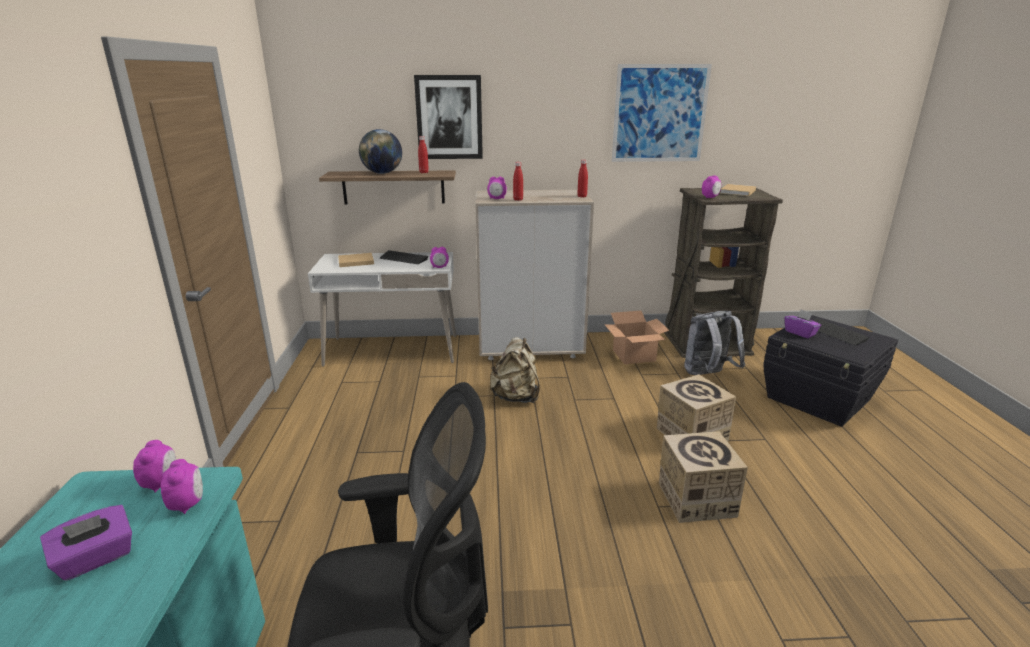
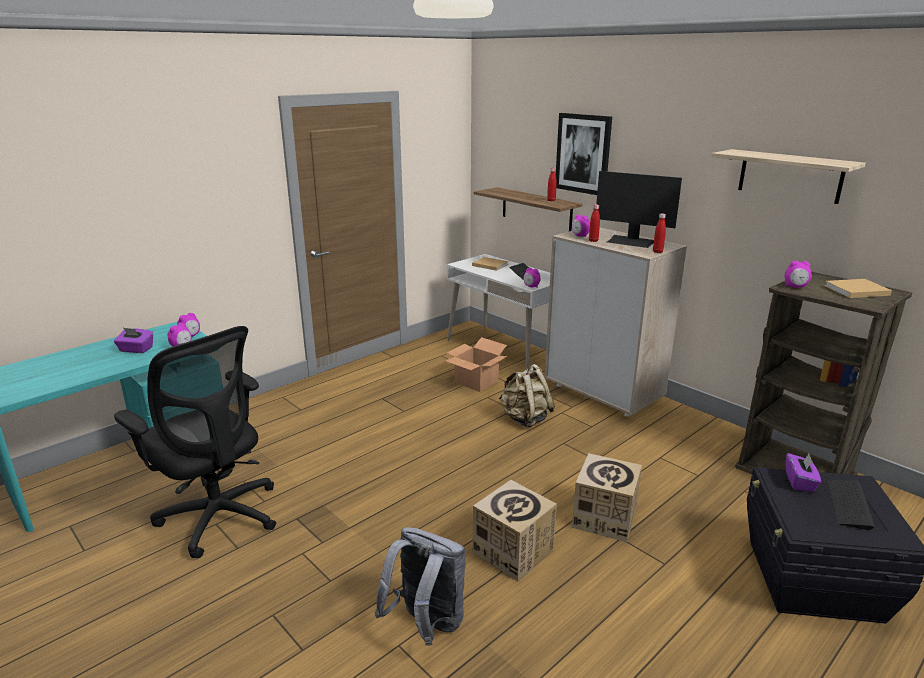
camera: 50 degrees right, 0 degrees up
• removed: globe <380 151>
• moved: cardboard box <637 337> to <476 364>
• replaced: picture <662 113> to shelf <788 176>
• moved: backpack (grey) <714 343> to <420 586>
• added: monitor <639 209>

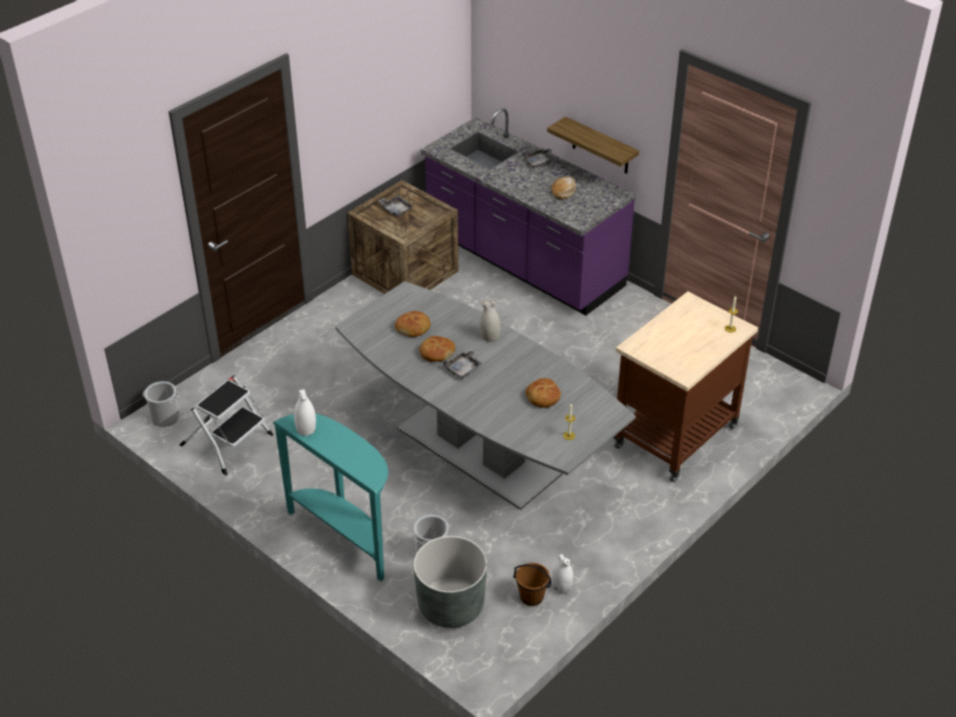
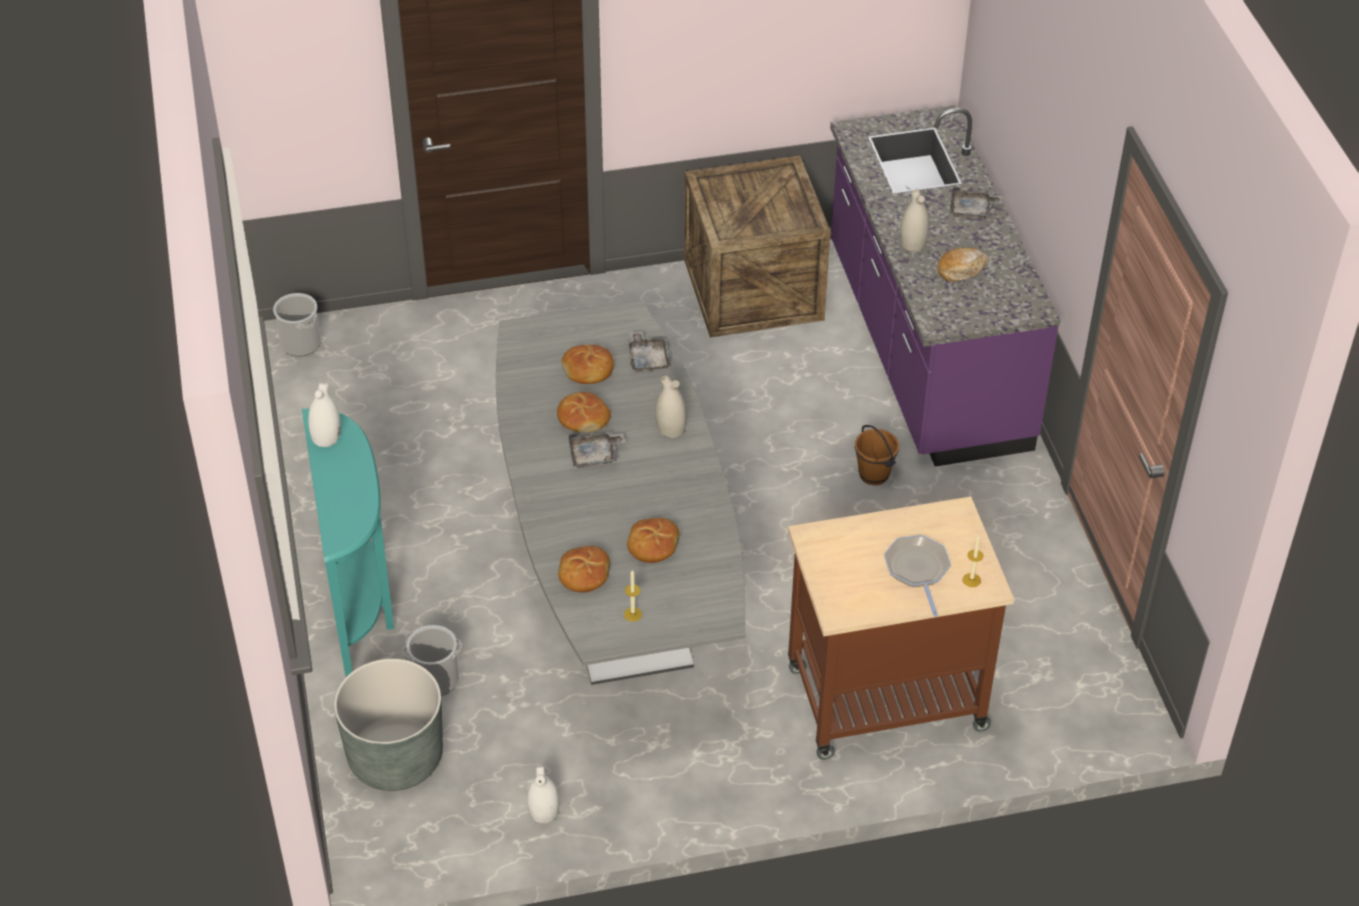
camera: 35 degrees right, 5 degrees up
• removed: step ladder <226 425>
• moved: tray (grey) <396 206> to <649 351>
• moved: bucket (brown) <532 584> to <877 455>
• removed: shelf <593 145>
• added: bread <584 569>
• added: frying pan <917 576>
• added: vase (white) <914 220>

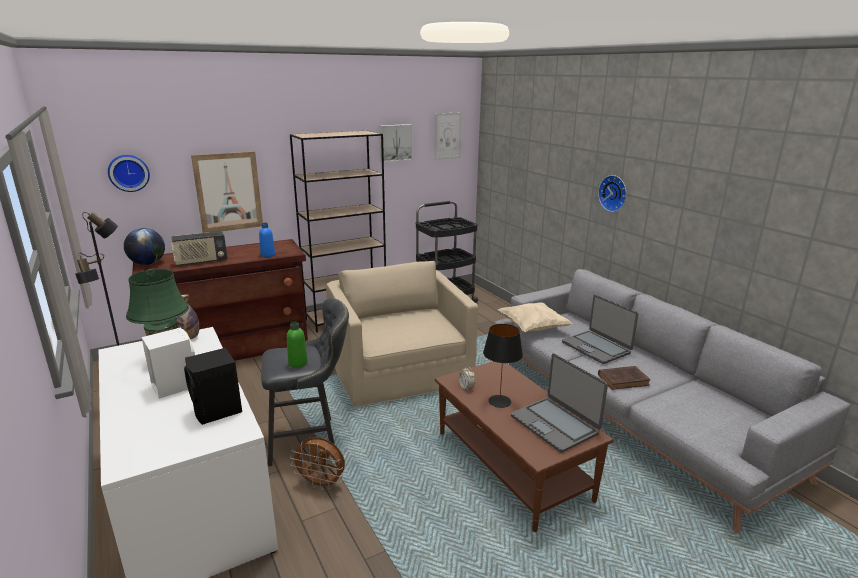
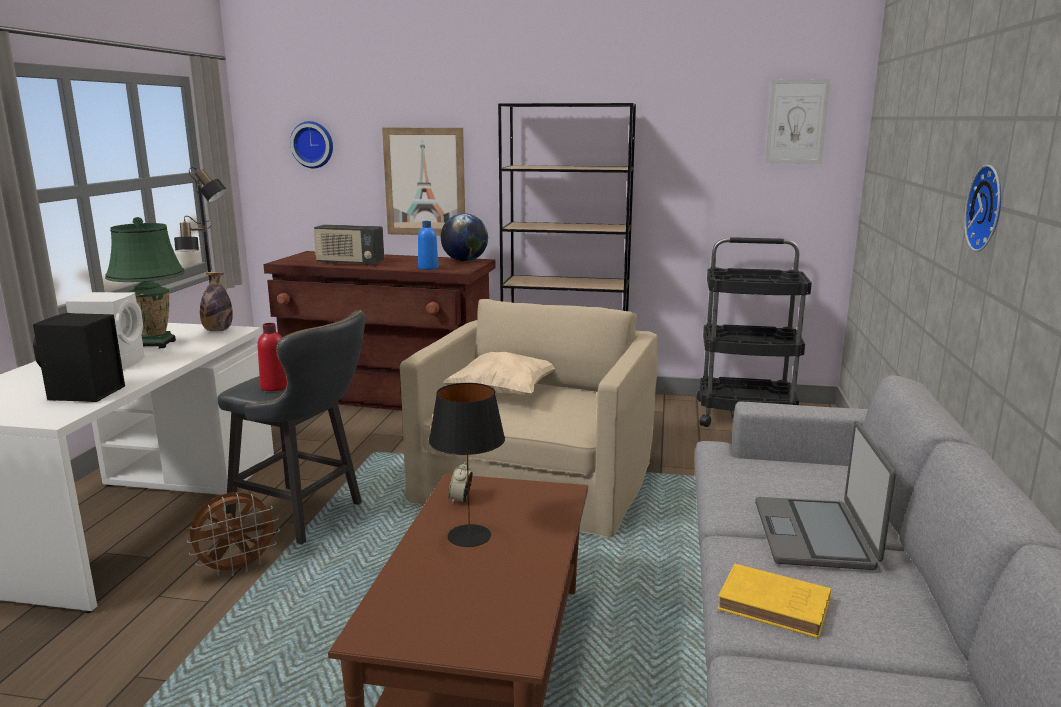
camera: 40 degrees right, 5 degrees down
• moved: globe <144 246> to <464 237>
• recoloured: bottle (green) <297 345> to bottle (red) <272 357>
• turned: fan (brown) <317 464> = <233 534> 90 degrees counterclockwise
• removed: picture <396 143>
• moved: pillow (beige) <535 317> to <499 374>
• removed: laptop <559 403>
• recoloured: book (brown) <624 378> to book (yellow) <774 601>

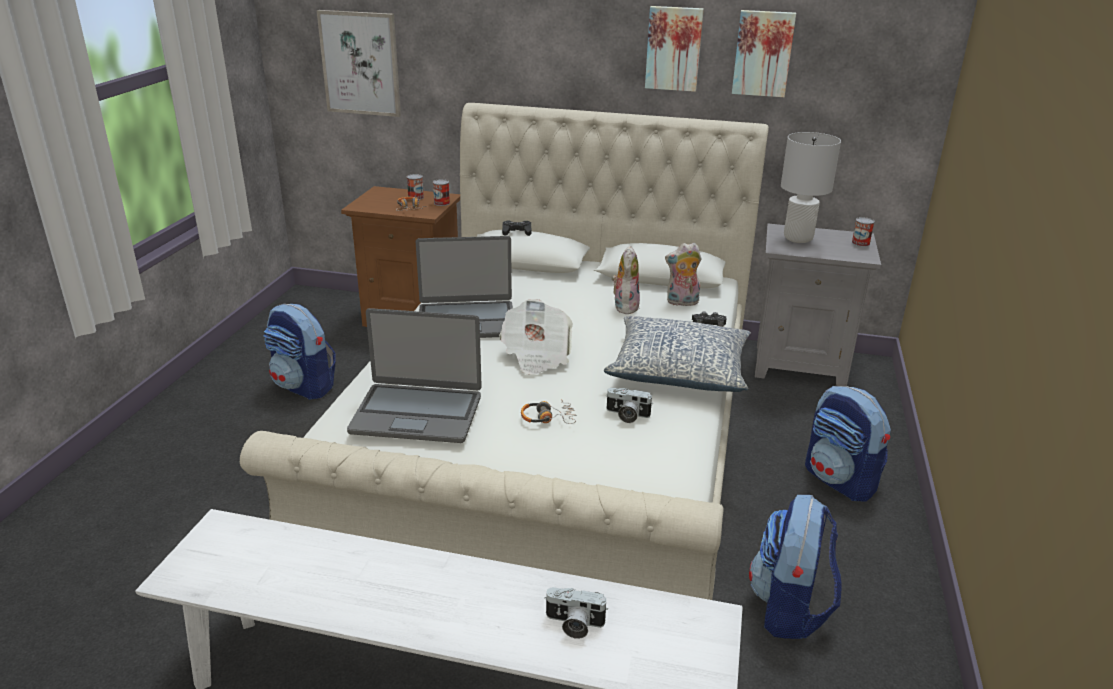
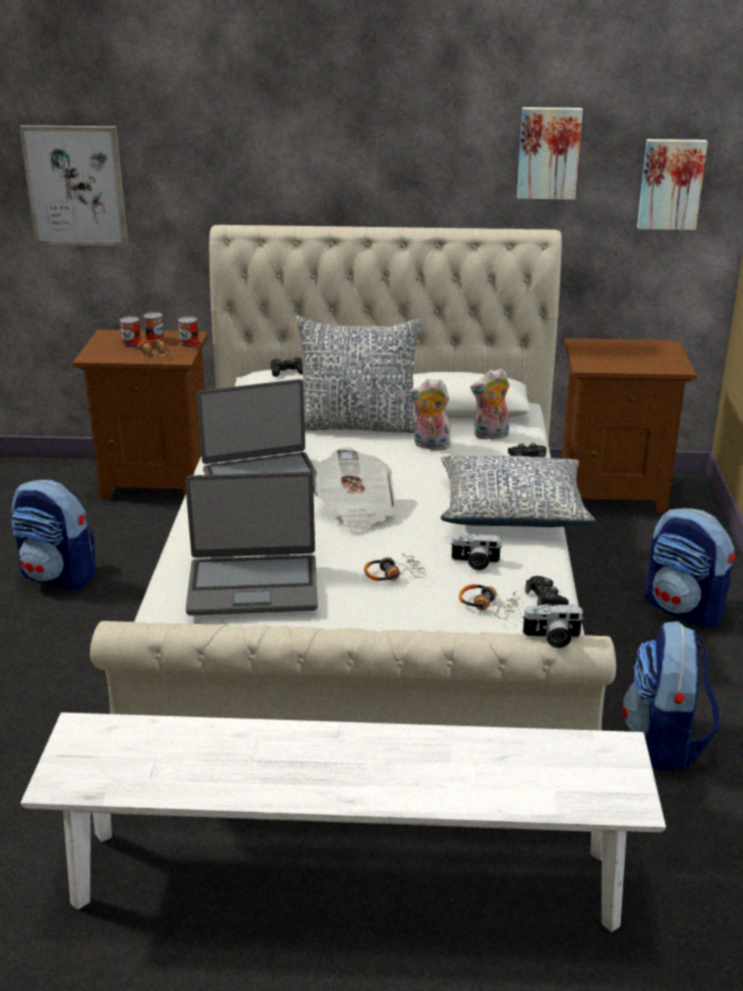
camera: 10 degrees left, 0 degrees up
• moved: photo camera <576 613> to <553 626>
• turned: plush toy <626 280> = <430 414> 75 degrees counterclockwise
• moved: picture <674 49> to <672 184>
• recoloured: nightstand (grey) <818 305> to nightstand (brown) <629 425>
• removed: table lamp (grey) <811 187>
• moved: can <863 232> to <130 332>
• added: pillow <358 374>
• added: headphones <489 601>
• added: game controller (black) <547 591>

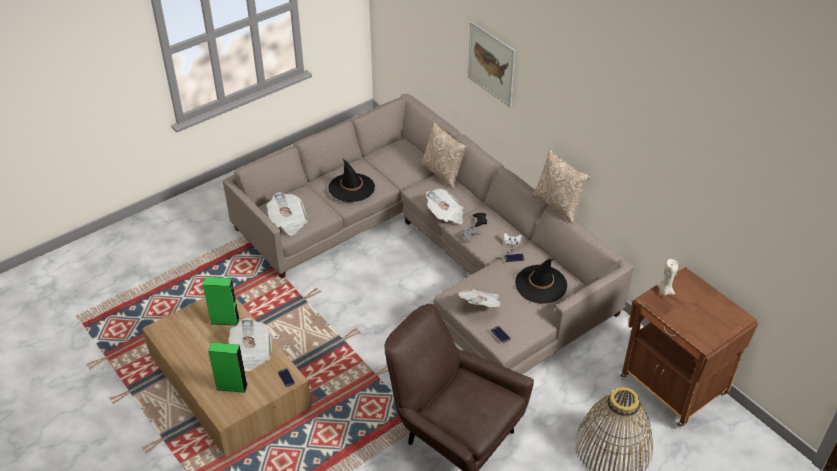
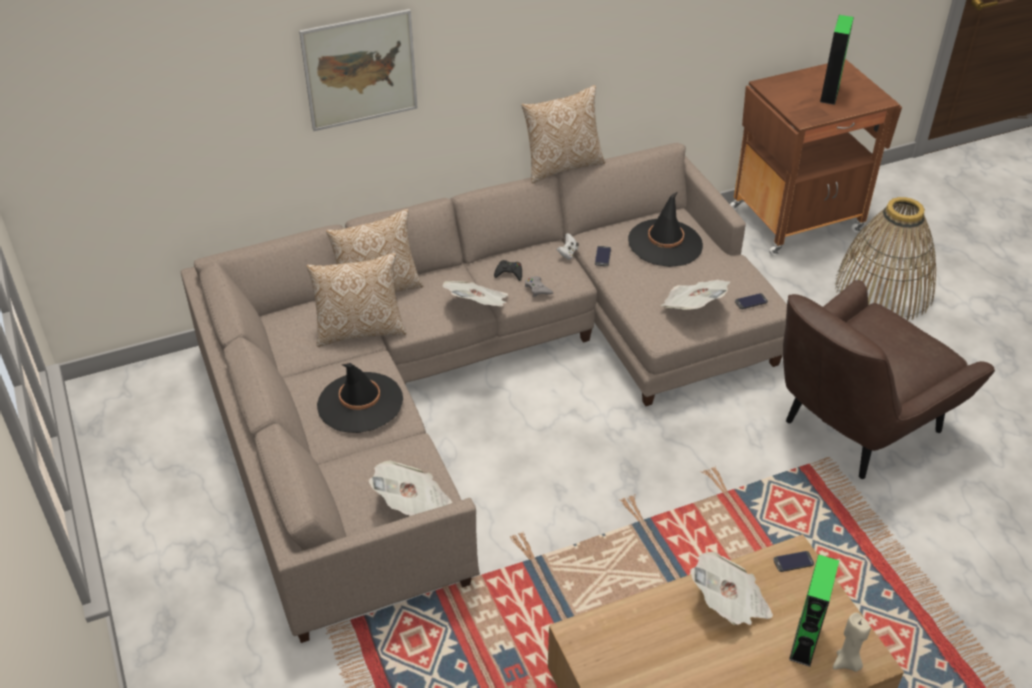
camera: 75 degrees left, 0 degrees up
• moved: speaker (green) <221 301> to <837 60>
• moved: candle (beige) <667 277> to <852 642>
• added: pillow <356 300>

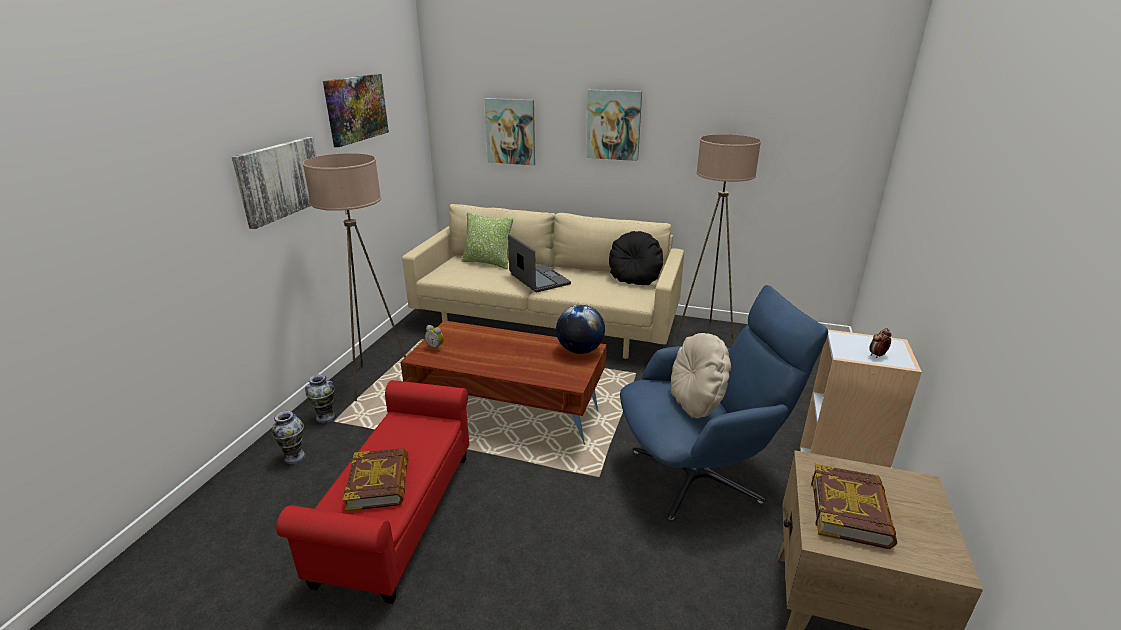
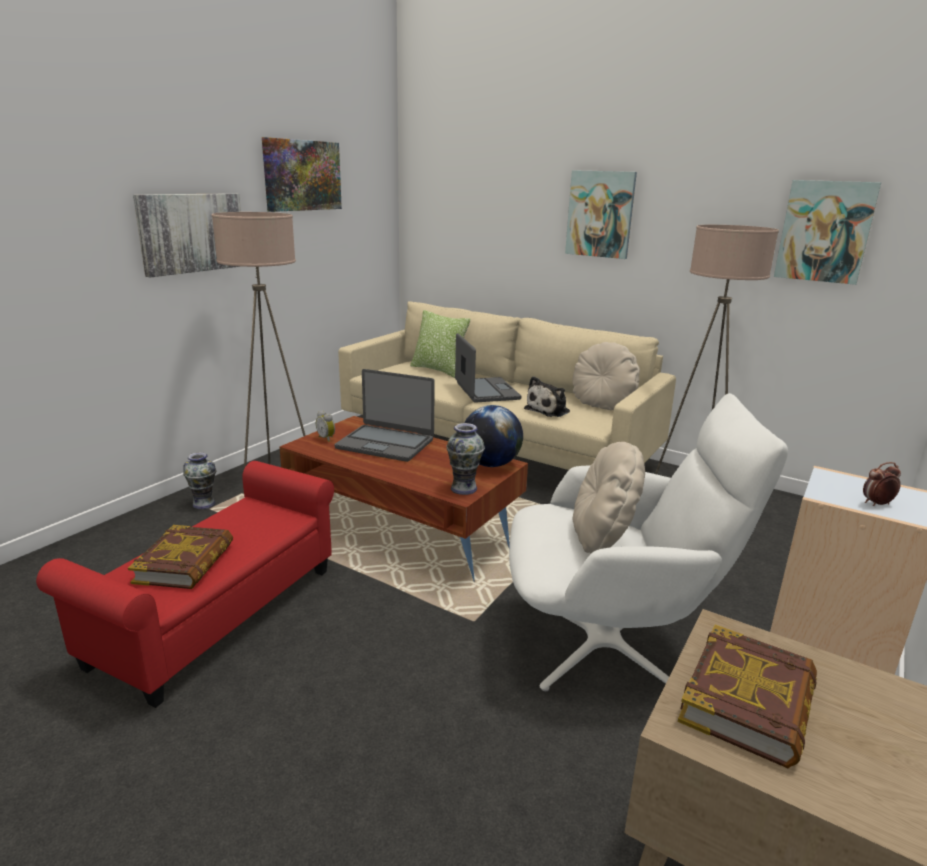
camera: 15 degrees right, 5 degrees down
• moved: vase <289 438> to <465 459>
• moved: picture <510 132> to <827 232>
• recoloured: pillow (black) <636 258> to pillow (beige) <606 376>
• recoloured: armchair (blue) <724 402> to armchair (white) <648 542>
• added: laptop <385 415>
• added: plush toy <547 396>

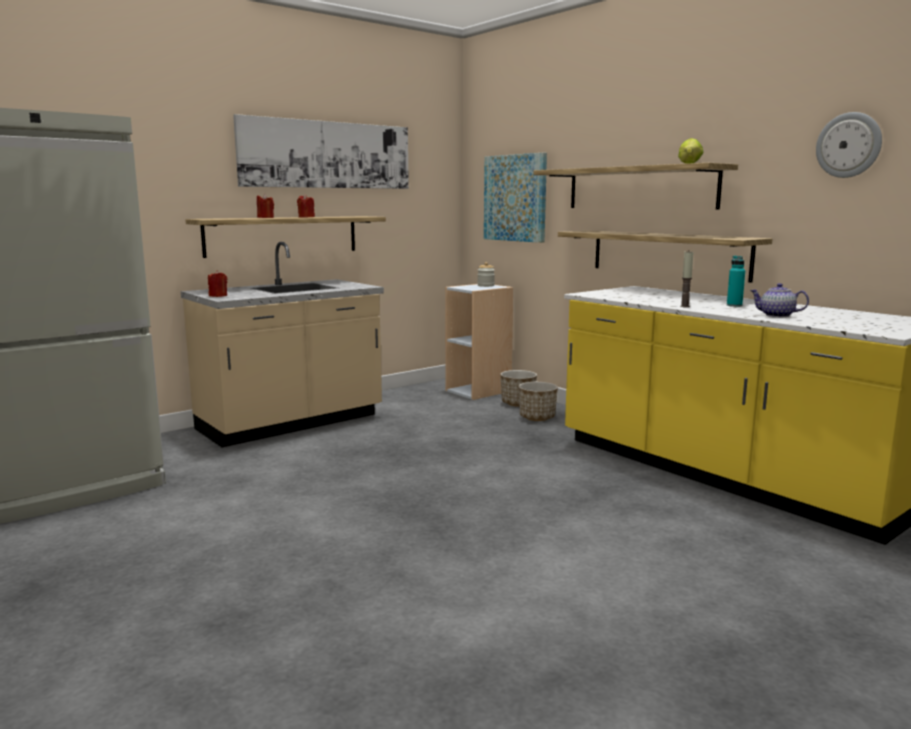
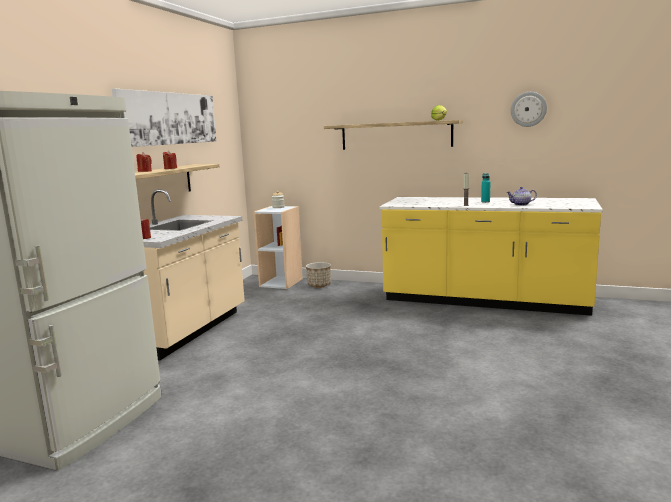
camera: 30 degrees left, 0 degrees up
• removed: picture <515 198>
• removed: planter <538 401>
• removed: shelf <665 257>

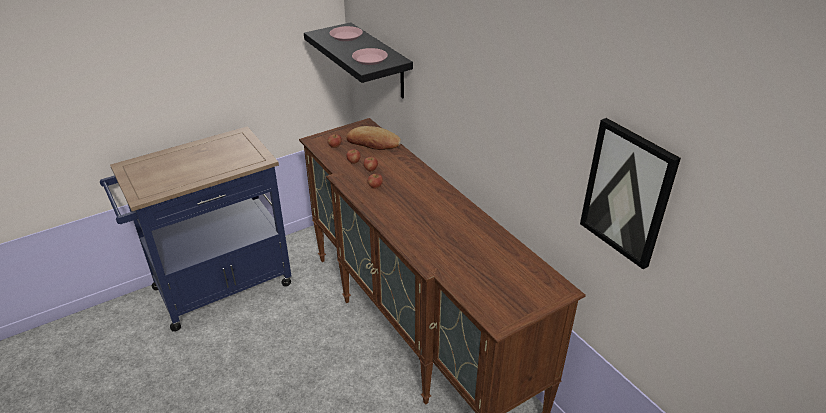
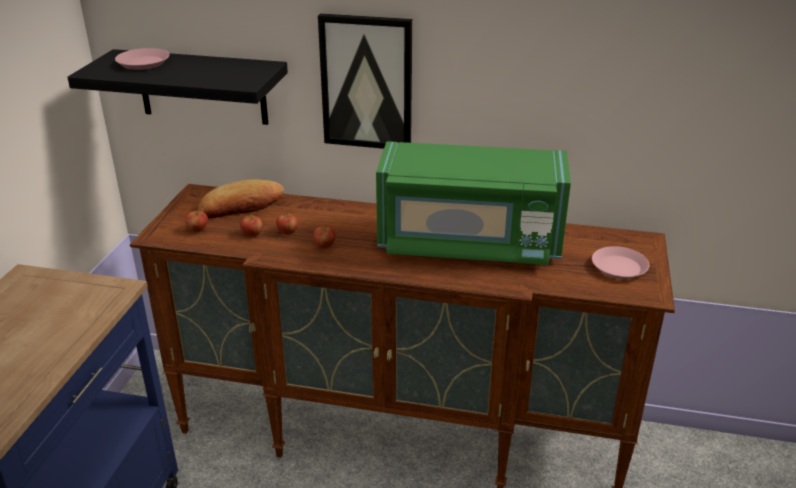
camera: 45 degrees left, 5 degrees down
• moved: plate (pink) <370 56> to <620 262>
• moved: picture <630 193> to <365 81>
• added: microwave (green) <473 203>

